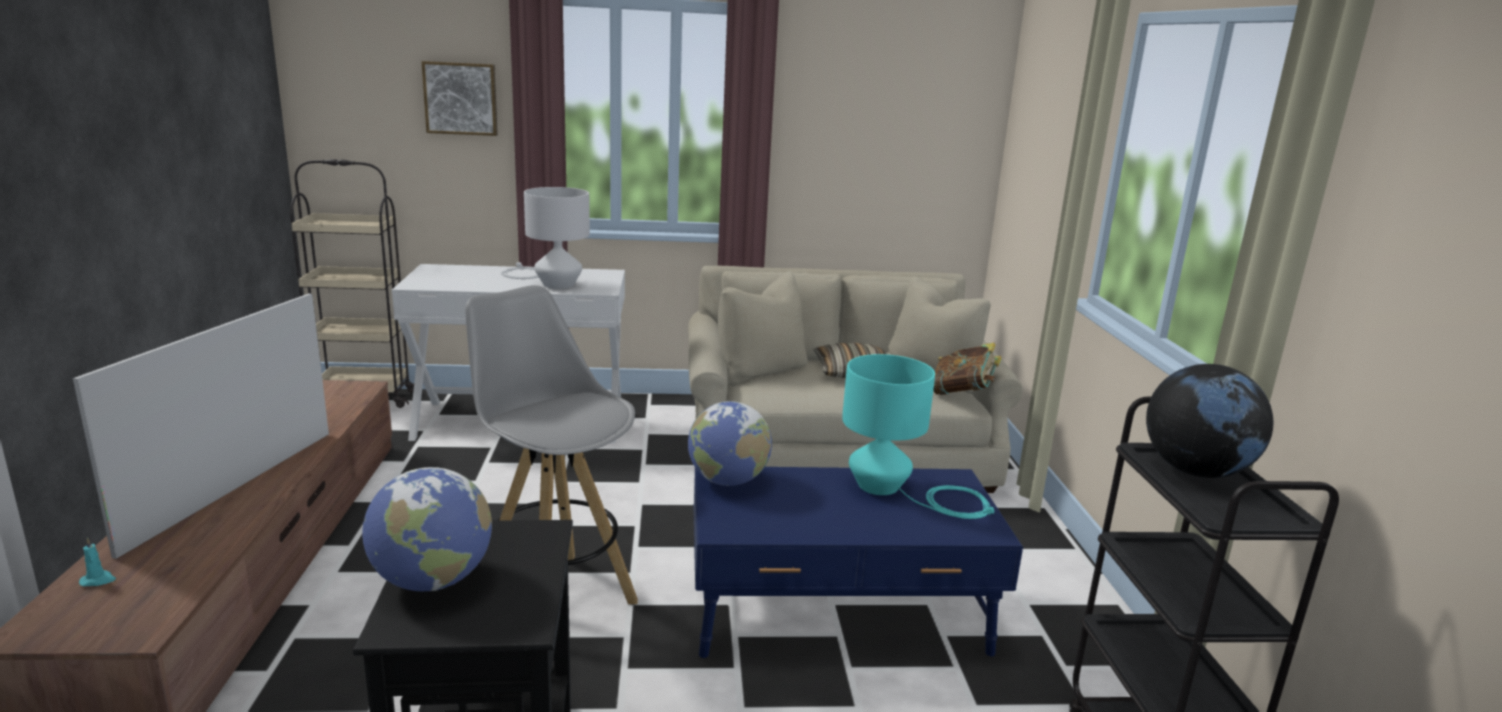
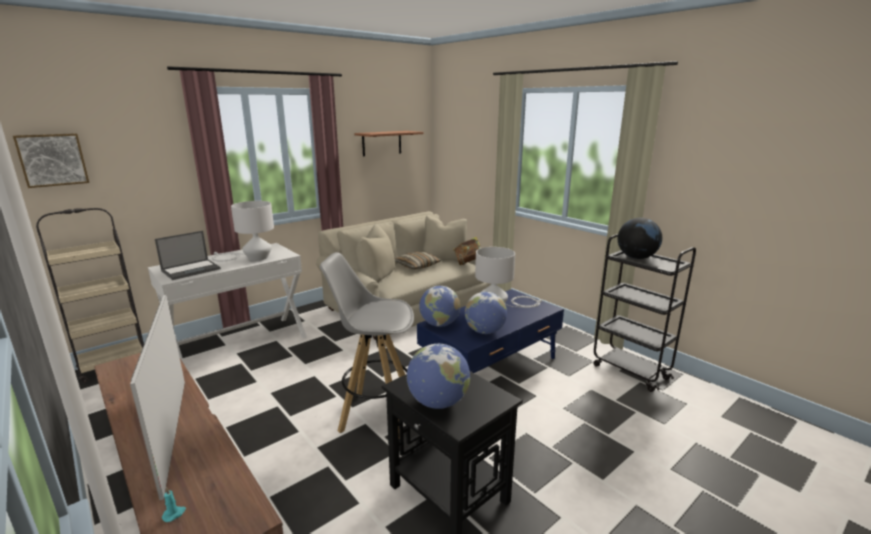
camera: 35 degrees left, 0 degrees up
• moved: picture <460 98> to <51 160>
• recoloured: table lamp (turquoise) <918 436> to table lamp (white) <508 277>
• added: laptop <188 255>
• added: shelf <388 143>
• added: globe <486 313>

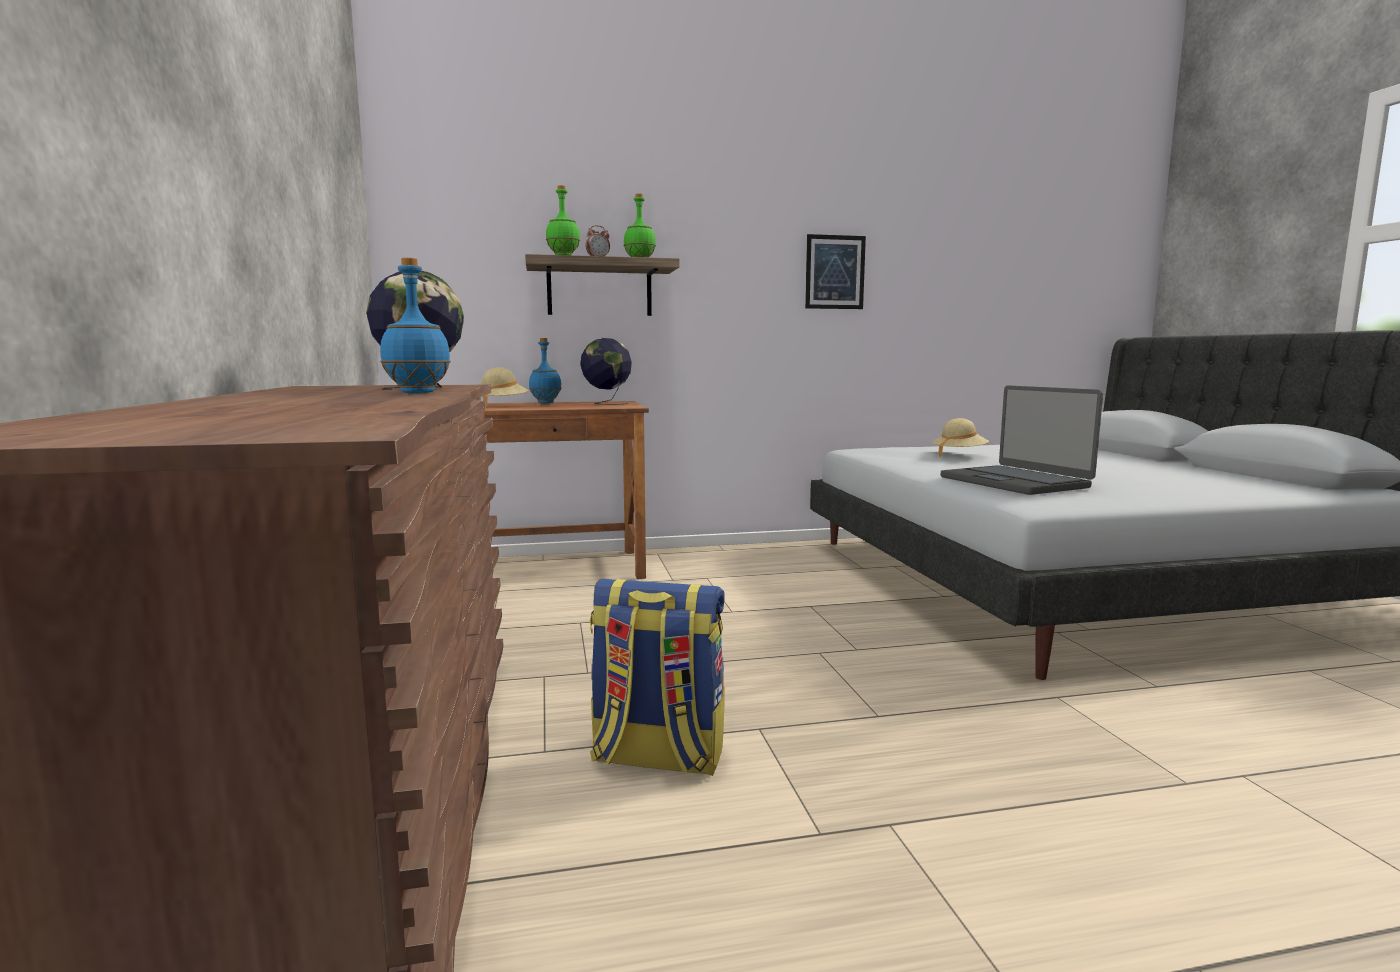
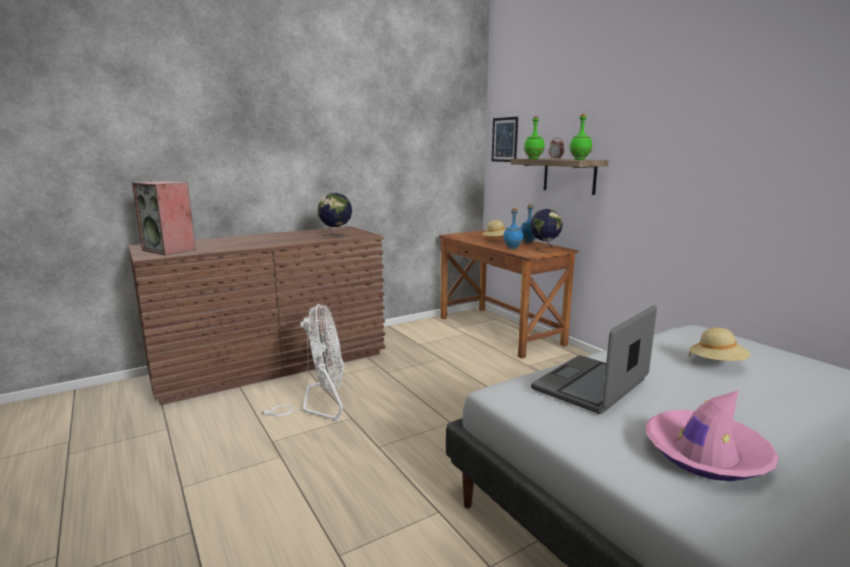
camera: 70 degrees right, 5 degrees up
• moved: bottle (blue) <415 325> to <513 228>
• replaced: backpack <657 677> to fan (white) <303 363>
• moved: picture <835 271> to <505 139>
• added: speaker <164 218>
• added: hat (pink) <712 435>

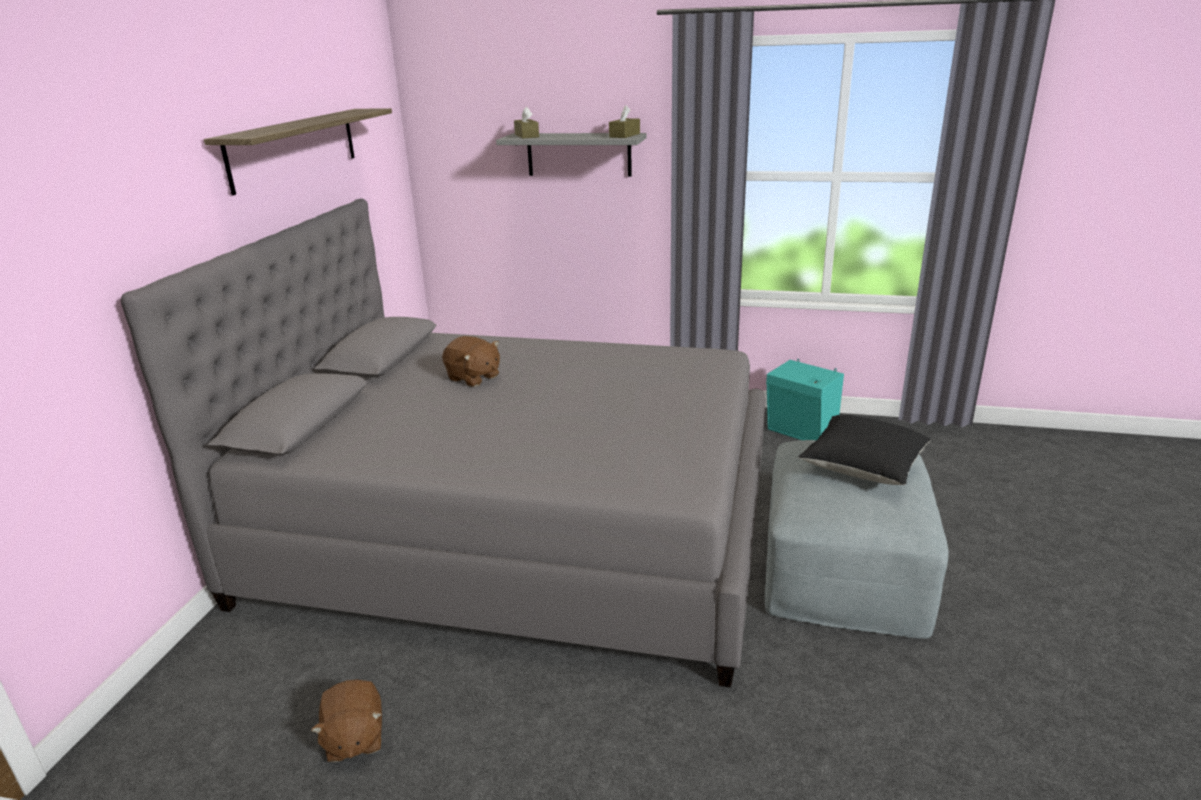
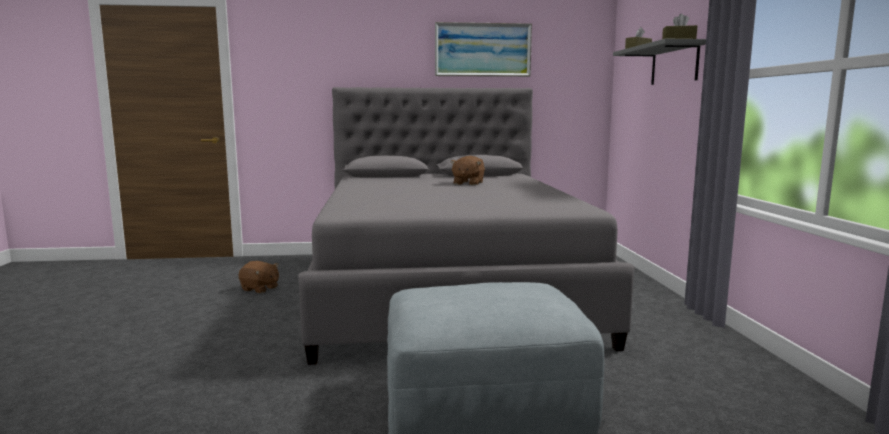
camera: 70 degrees right, 15 degrees down
• replaced: shelf <298 151> to picture <483 49>
• turned: plush toy (brown) <346 721> = <258 277> 120 degrees counterclockwise
• removed: speaker (turquoise) <805 399>
• removed: pillow (black) <865 450>

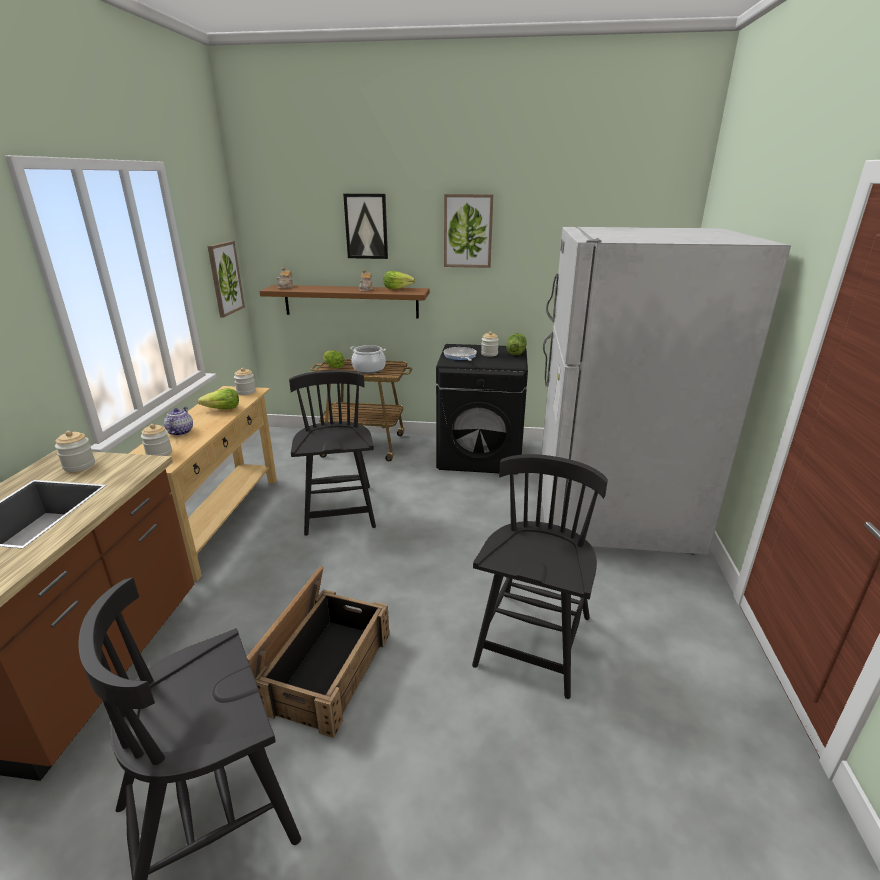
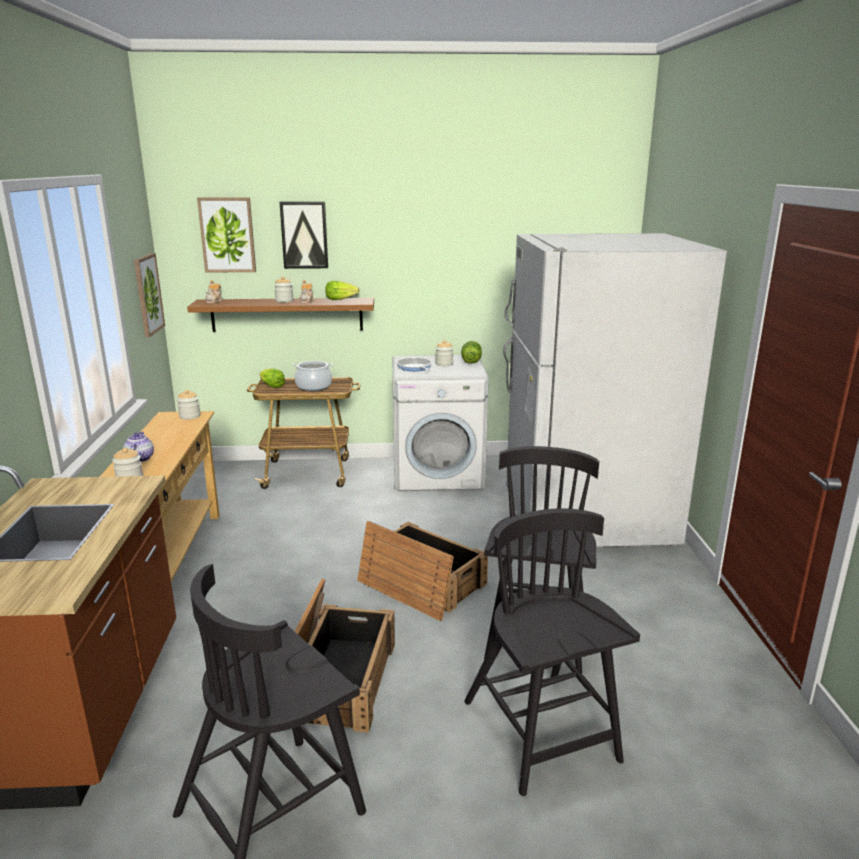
camera: 10 degrees left, 5 degrees down
• moved: jar <75 451> to <284 289>
• removed: lettuce <218 398>
• moved: chair (black) <332 453> to <552 652>
• recoloured: washing machine (black) <482 409> to washing machine (white) <440 423>
• moved: picture <468 231> to <226 235>
• added: crate <422 571>

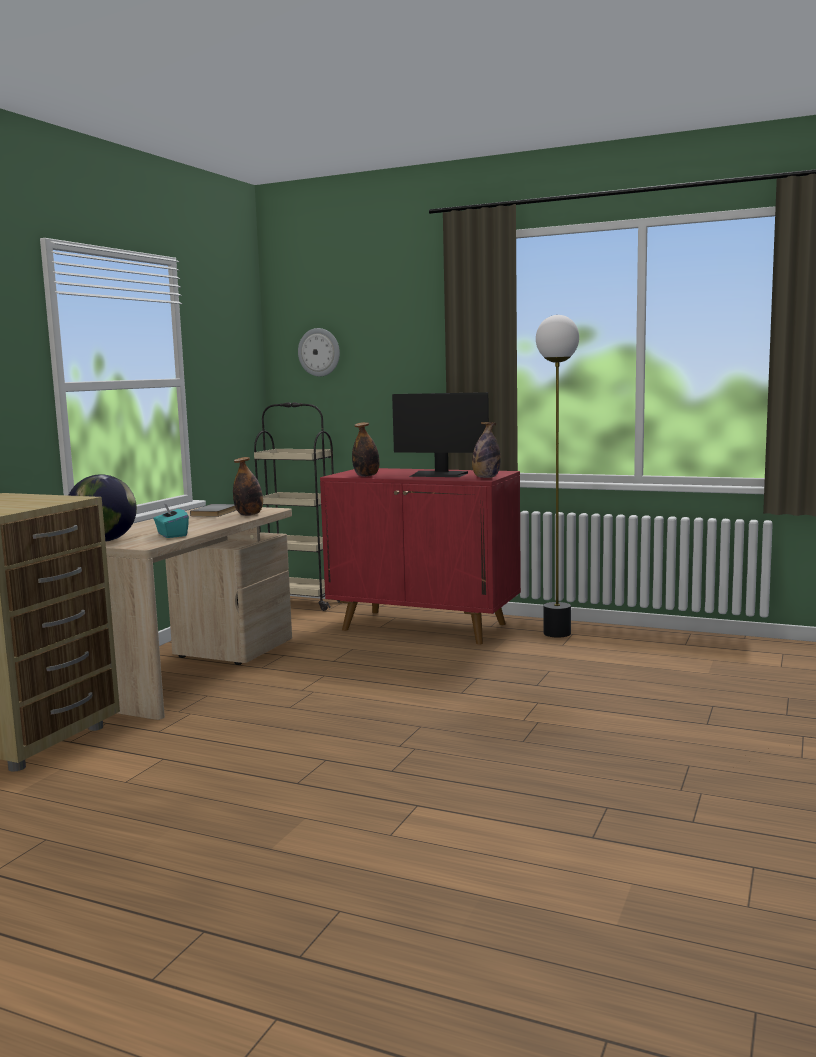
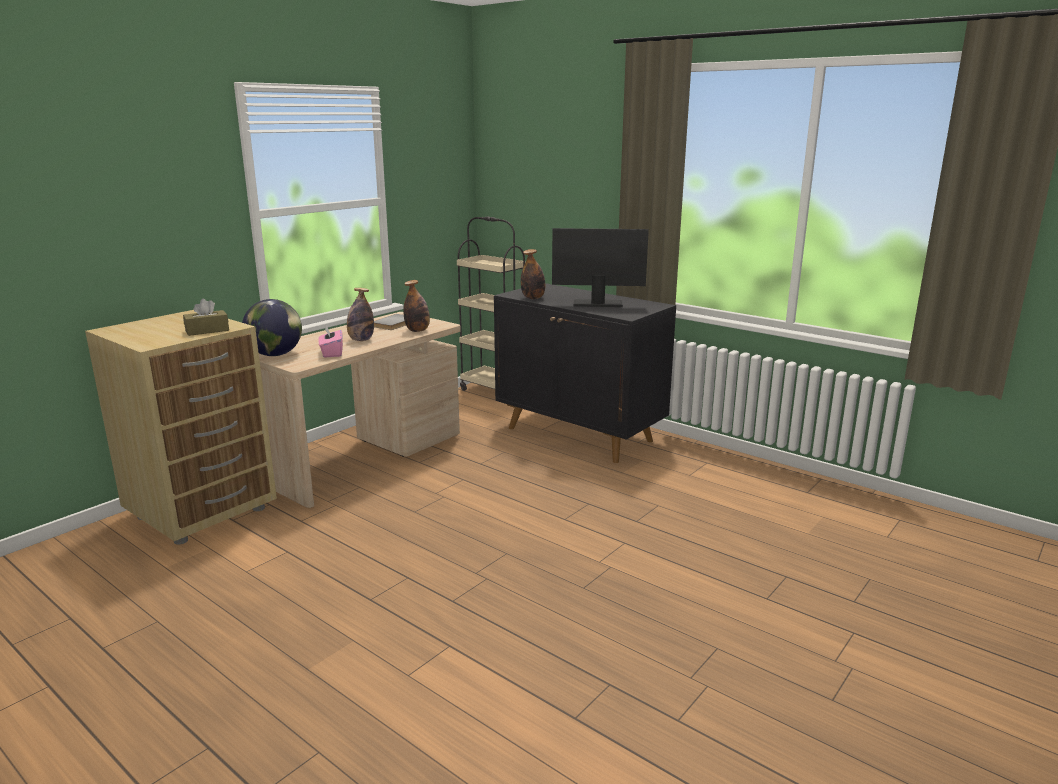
camera: 15 degrees right, 10 degrees up
• recoloured: tissue box (turquoise) <171 520> to tissue box (pink) <330 341>
• removed: wall clock <319 352>
• recoloured: cabinet (red) <420 556> to cabinet (black) <585 373>
• turned: monitor <440 434> = <600 267> 150 degrees clockwise
• moved: bottle <486 450> to <360 314>
• removed: floor lamp <557 476>
• added: tissue box (brown) <206 317>

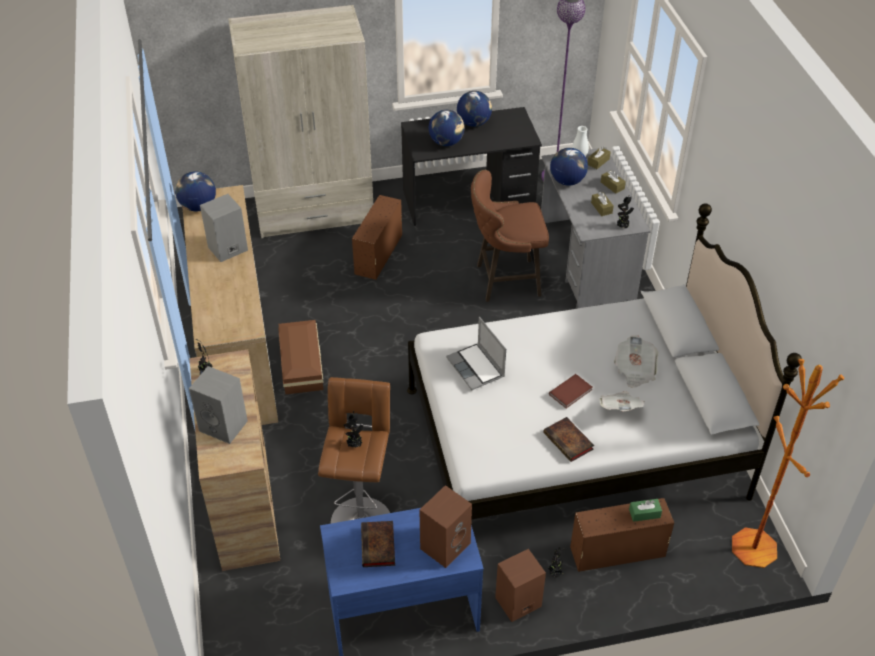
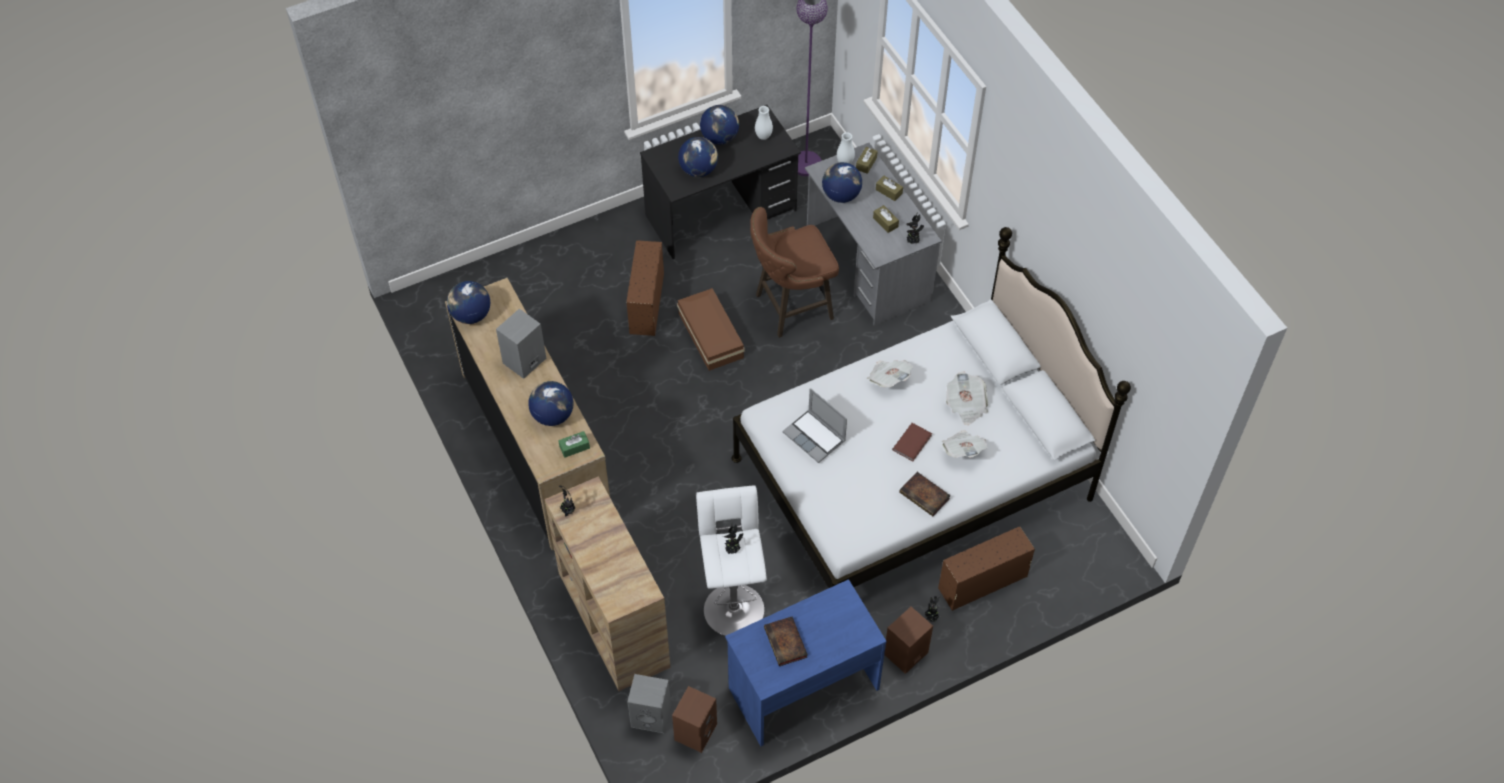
camera: 15 degrees left, 10 degrees up
• moved: speaker (grey) <218 405> to <649 703>
• removed: wardrobe (beige) <300 121>
• moved: storage box (brown) <301 357> to <711 329>
• recoloured: stool (brown) <354 450> to stool (white) <731 560>
• moved: speaker (brown) <445 526> to <694 719>
• moved: tissue box (green) <645 510> to <574 444>
• removed: clothes rack (orange) <788 463>
• added: globe <551 403>
• added: vase (white) <764 123>
• added: newspaper <890 373>

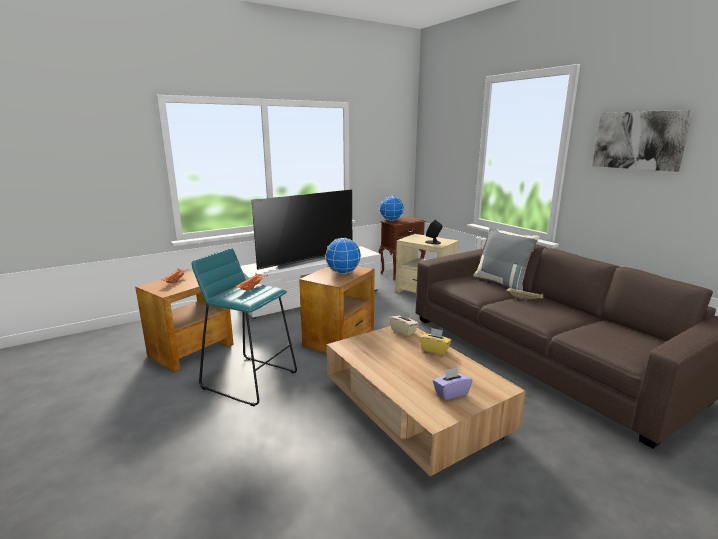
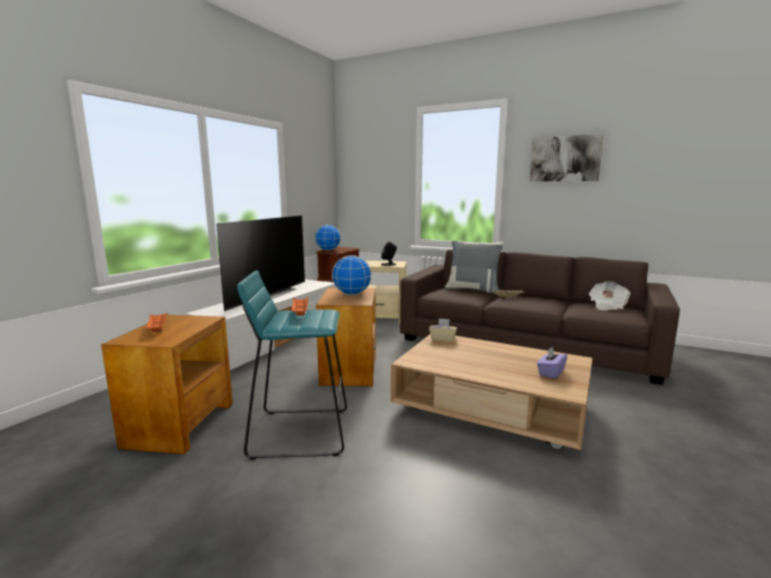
camera: 30 degrees left, 5 degrees down
• removed: tissue box (yellow) <435 341>
• added: newspaper <610 295>

